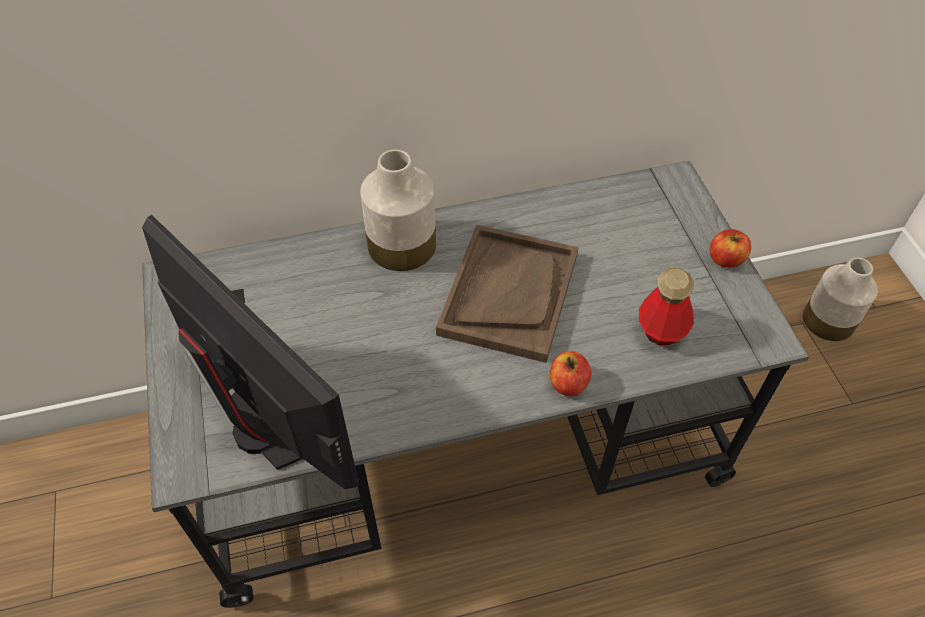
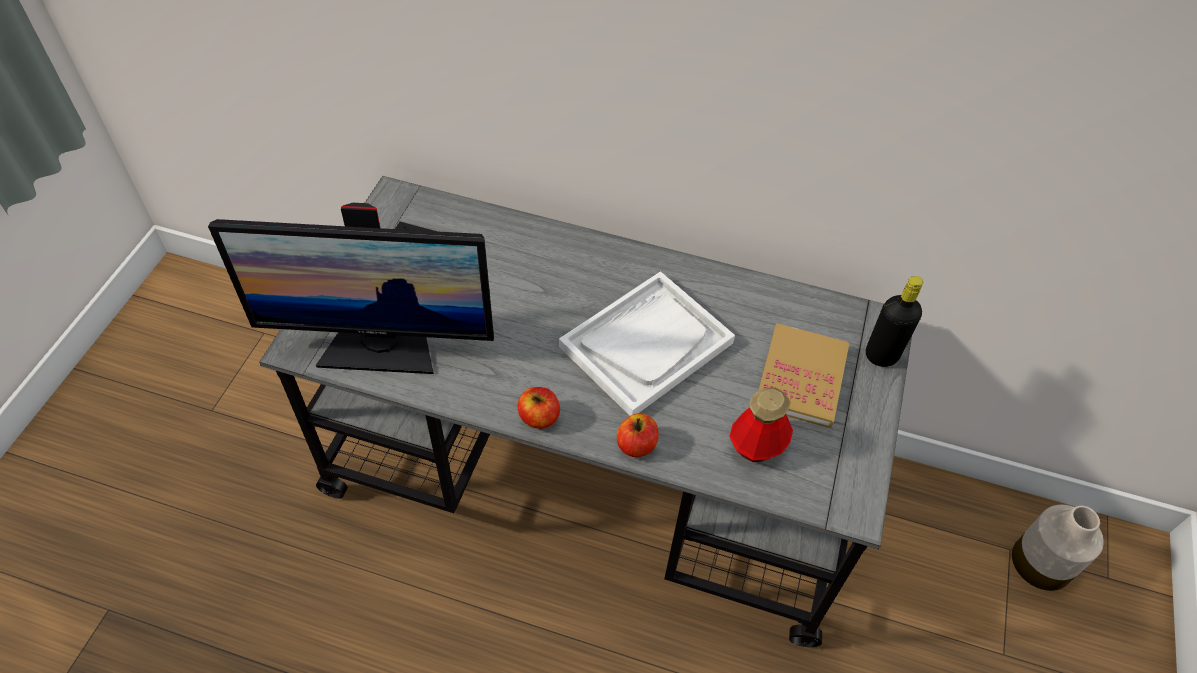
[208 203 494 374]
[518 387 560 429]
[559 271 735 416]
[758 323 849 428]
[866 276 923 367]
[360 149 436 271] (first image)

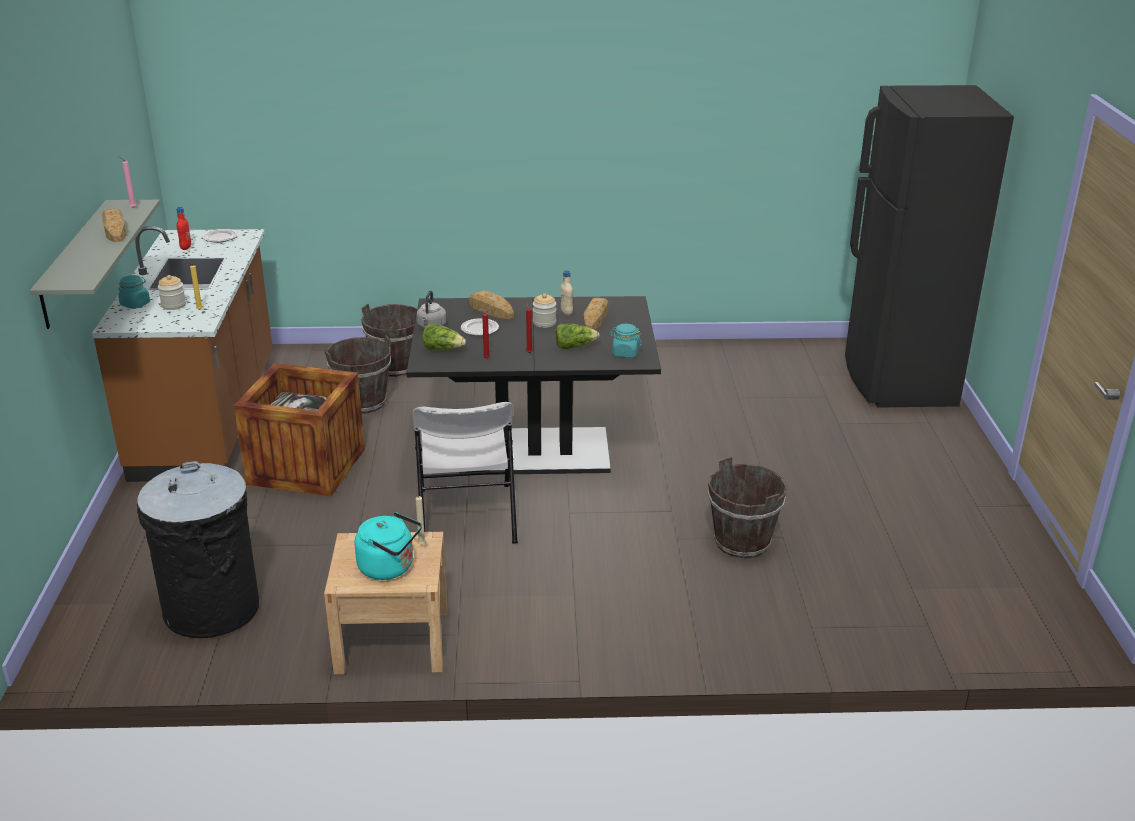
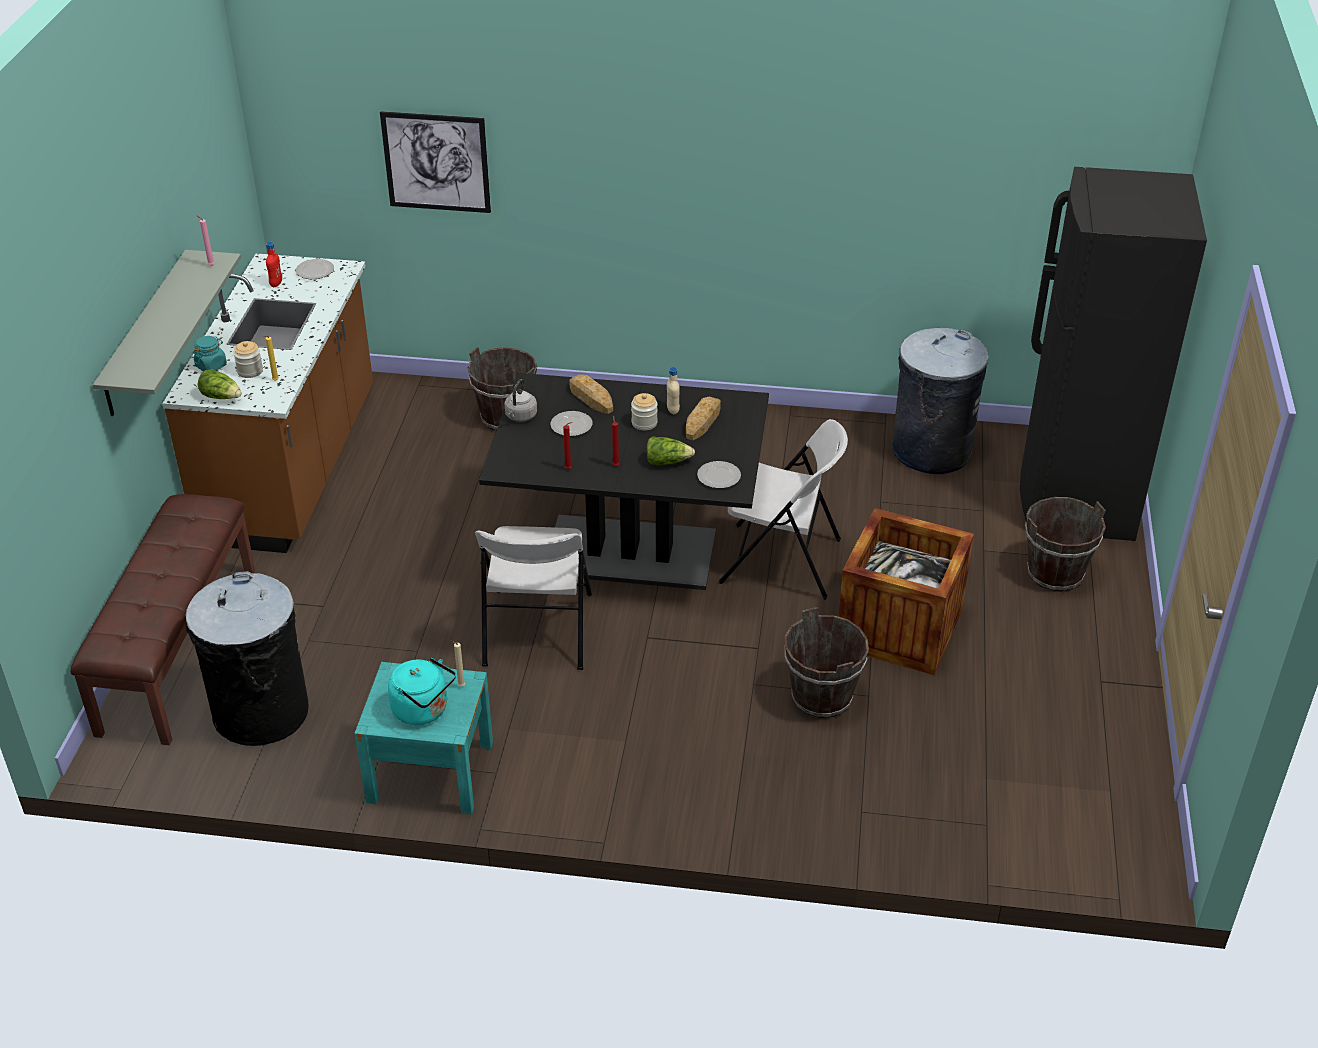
[70 494 255 745]
[198 369 242 399]
[354 662 493 814]
[380 111 491 213]
[697 461 741 488]
[719 419 848 600]
[838 508 974 675]
[892 328 988 474]
[1025 497 1106 592]
[102 209 127 242] (first image)

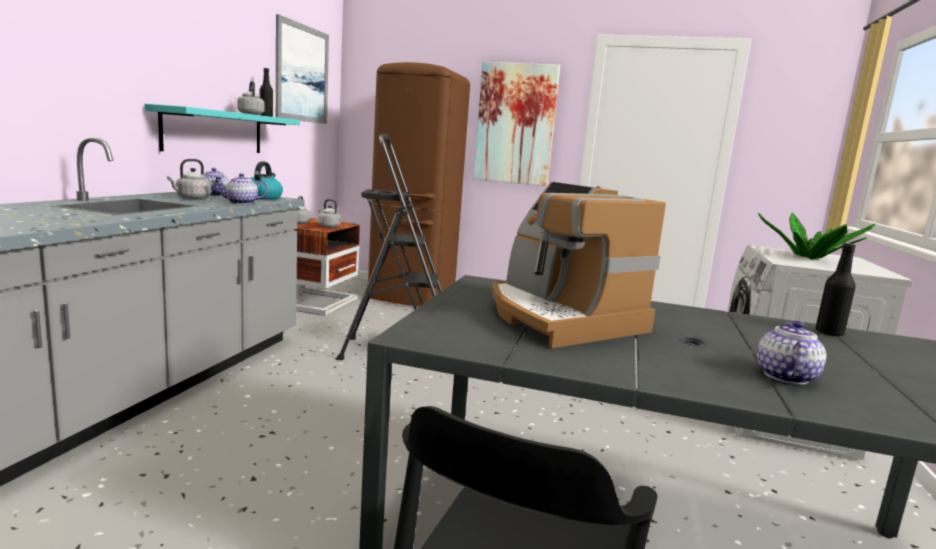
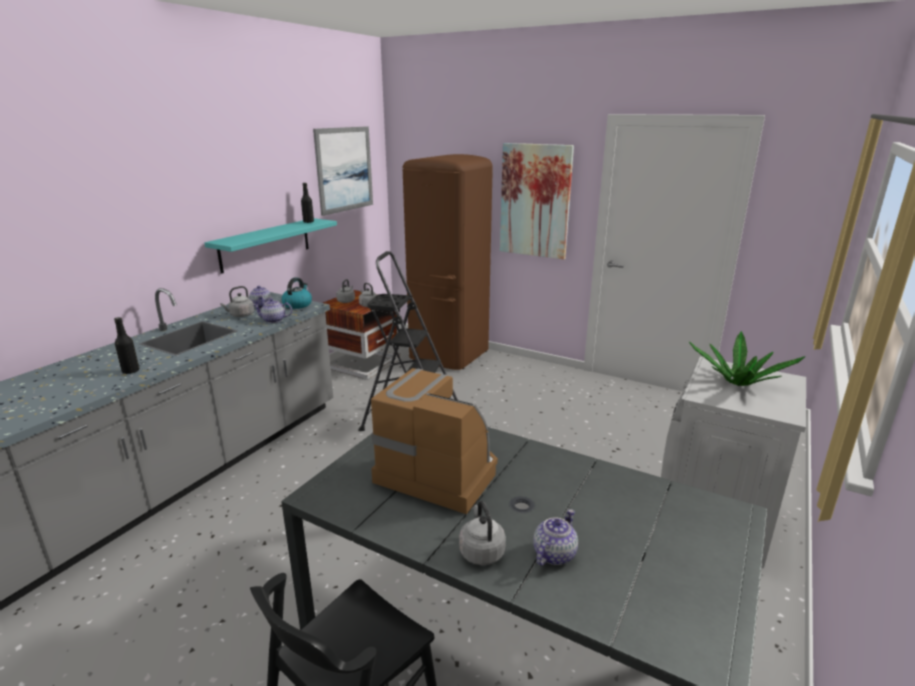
[114 317 140 374]
[371 368 498 514]
[459 501 506 565]

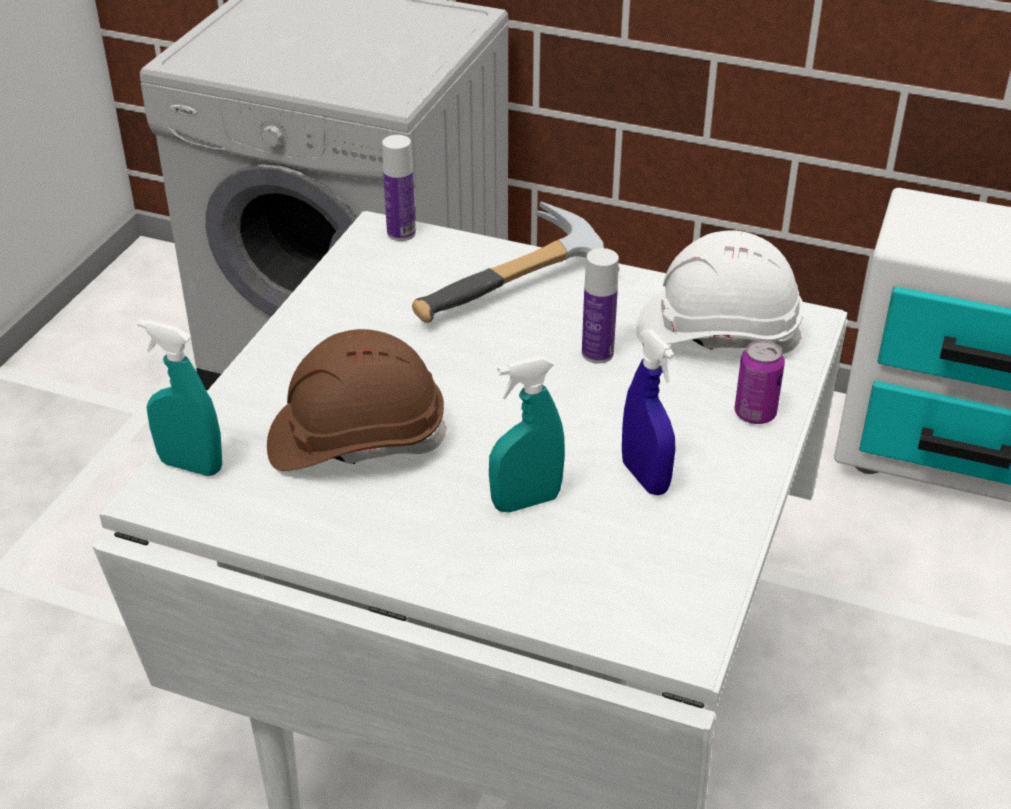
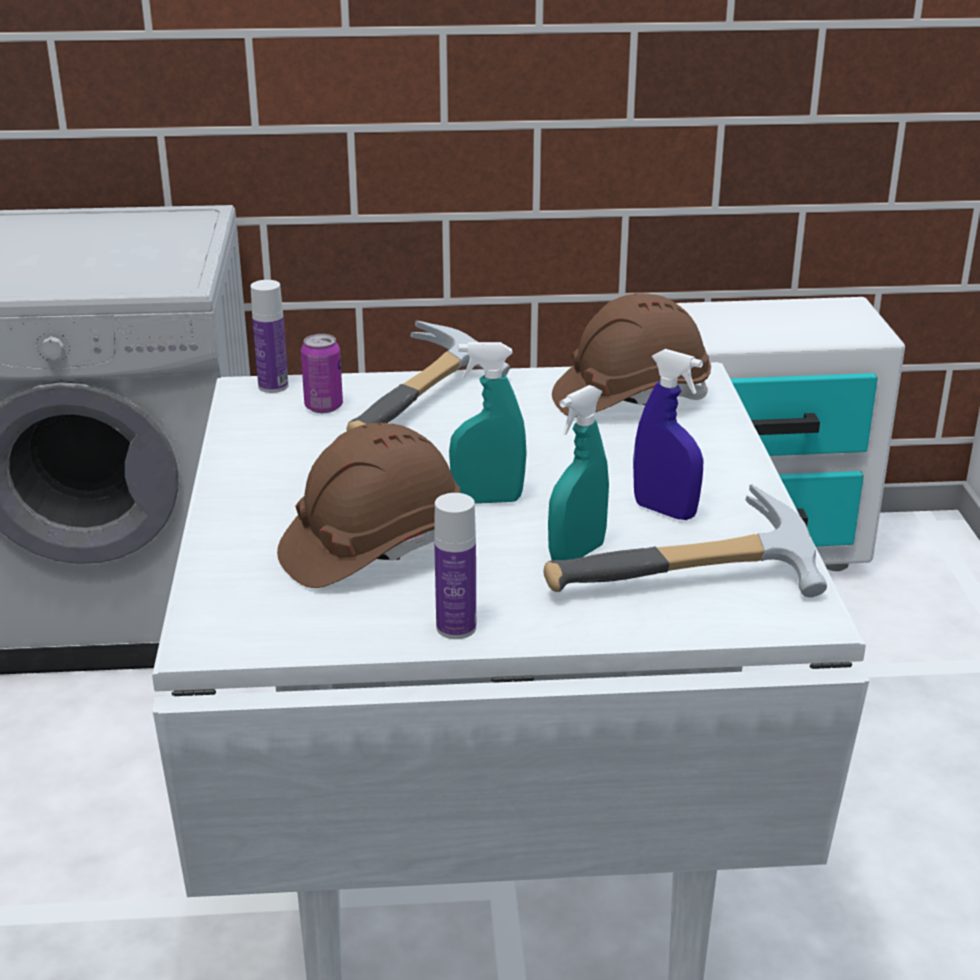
[301 334 343 413]
[434 493 476 639]
[449 342 527 504]
[544 484 827 597]
[552 293 711 417]

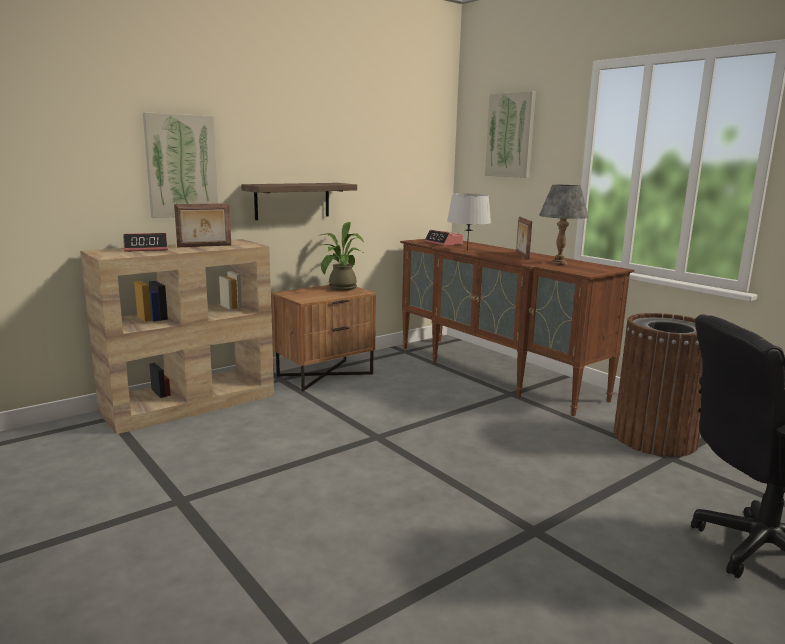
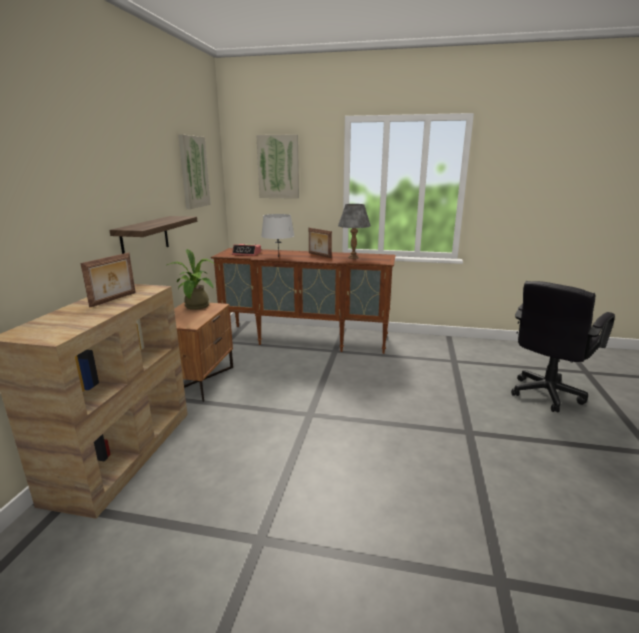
[178 134 211 209]
[123 233 168 252] (first image)
[614 313 703 457] (first image)

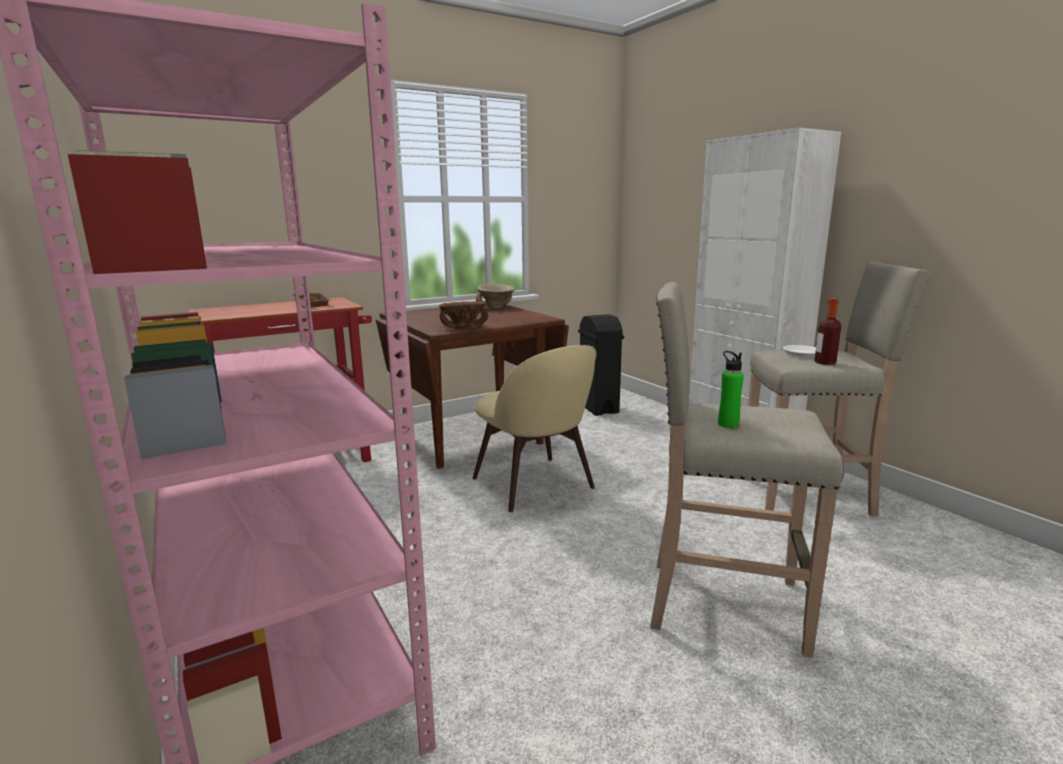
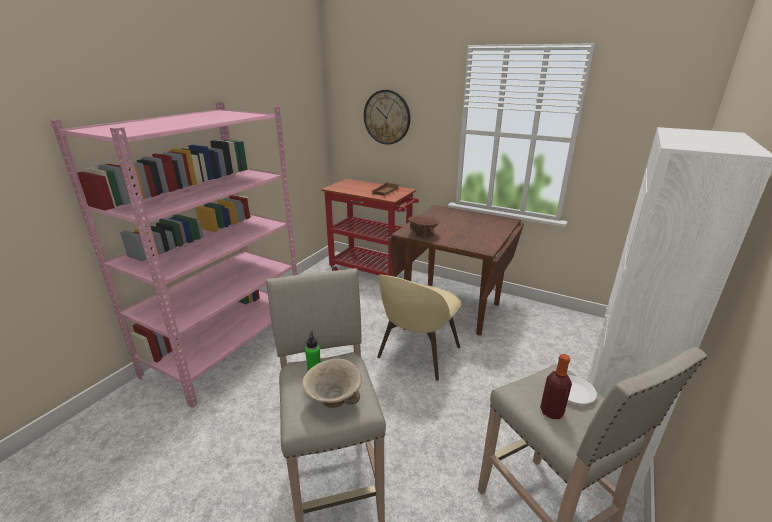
[302 359 361 408]
[364 90 410 145]
[578 314 624 416] (first image)

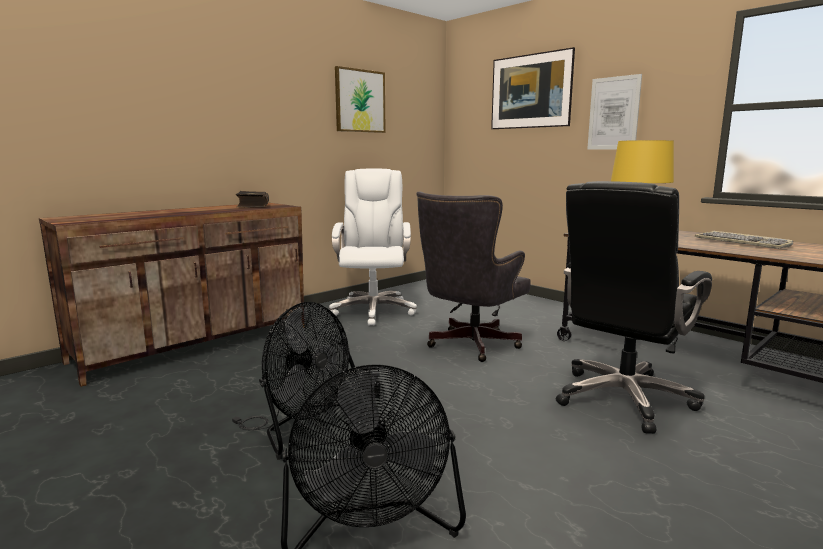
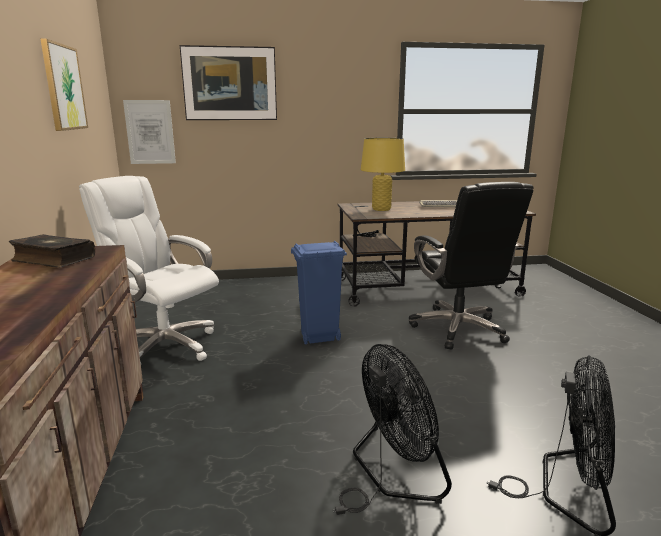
[123 100 176 164]
[291 241 347 345]

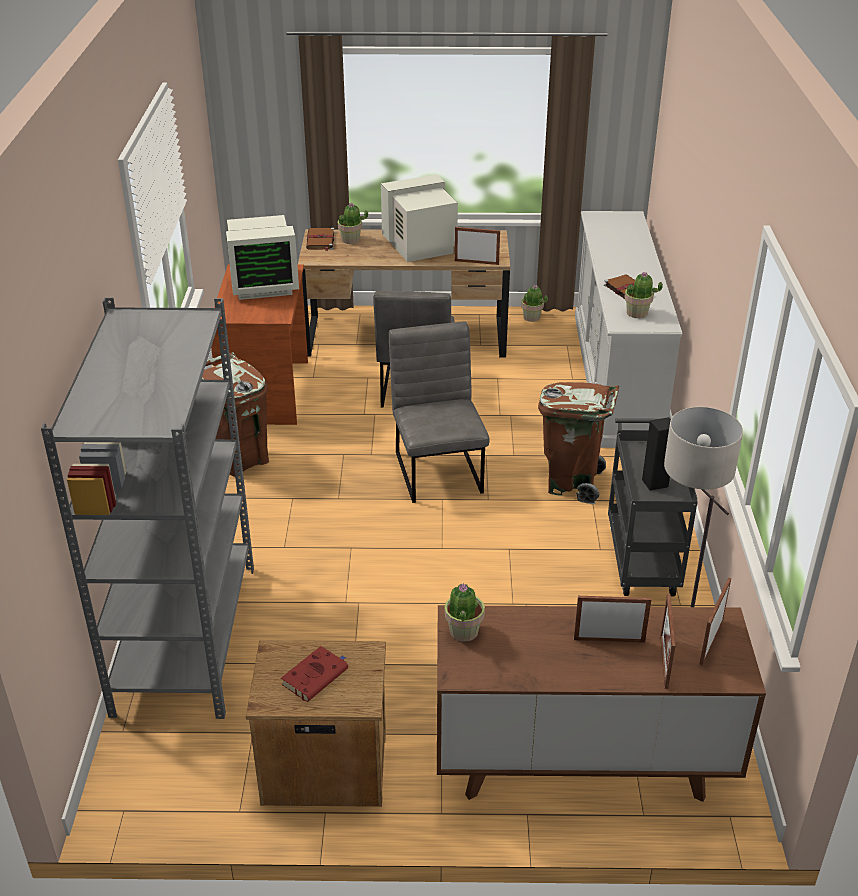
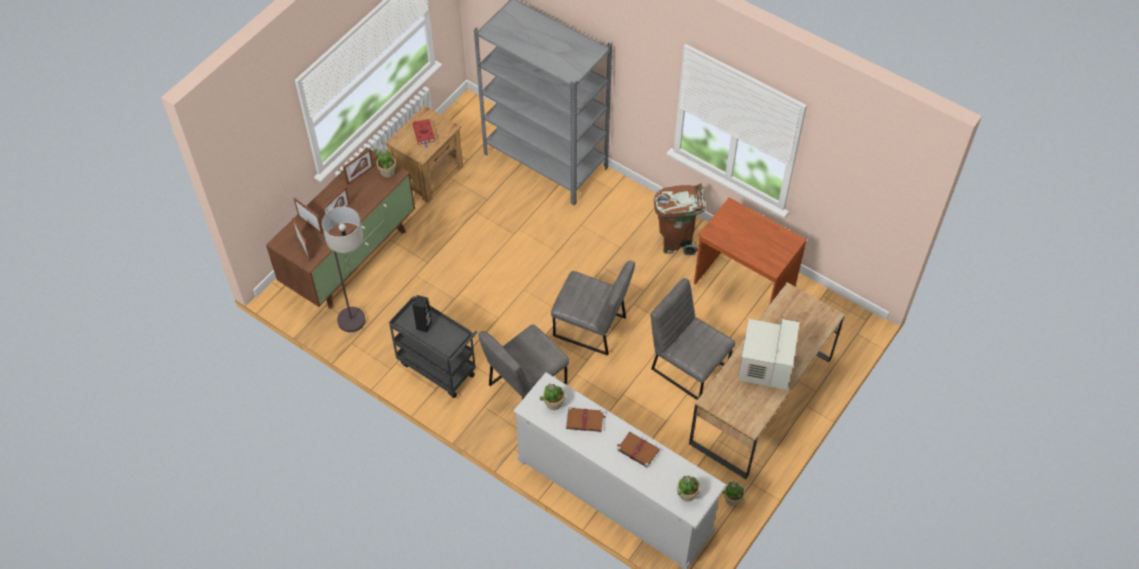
[343 148 374 185]
[478 324 569 400]
[616 432 660 468]
[677 476 700 502]
[226 215 299 300] (first image)

